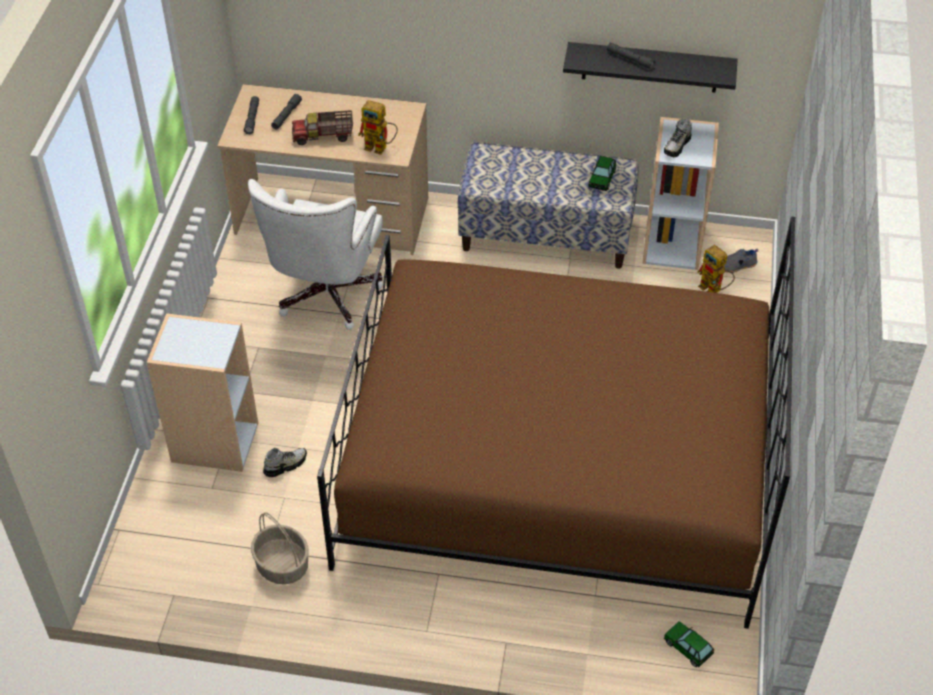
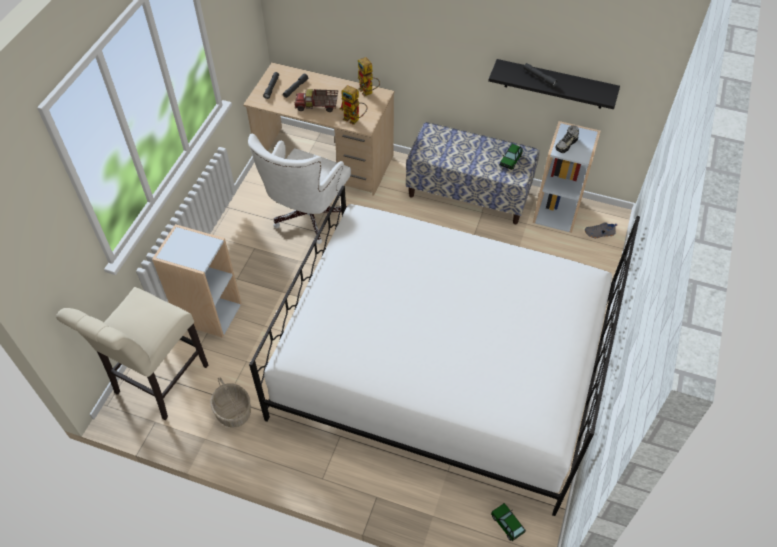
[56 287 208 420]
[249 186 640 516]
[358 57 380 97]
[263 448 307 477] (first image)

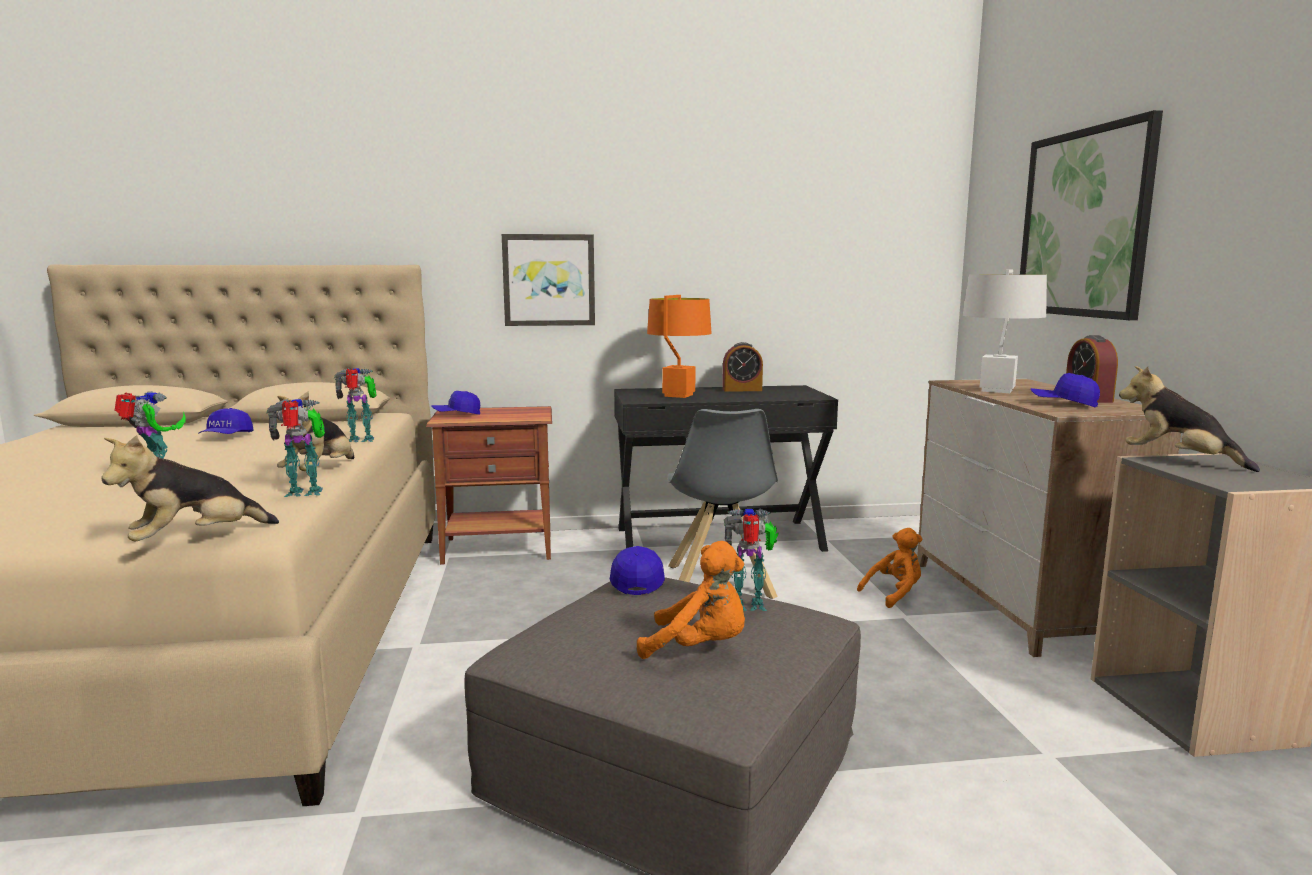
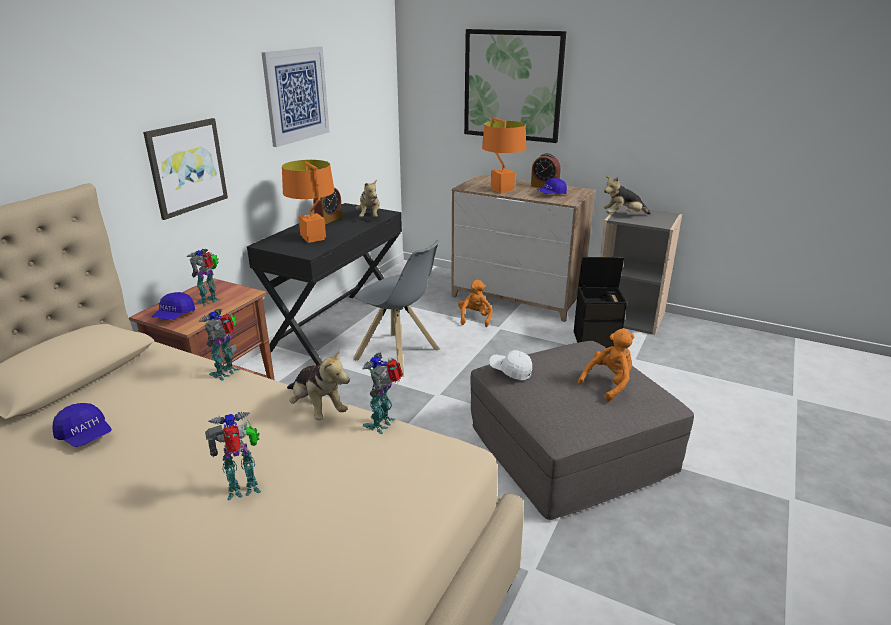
[186 249 220 307]
[261 47 330 147]
[356 179 380 217]
[482 117 526 193]
[489 350 532 380]
[574 257 627 348]

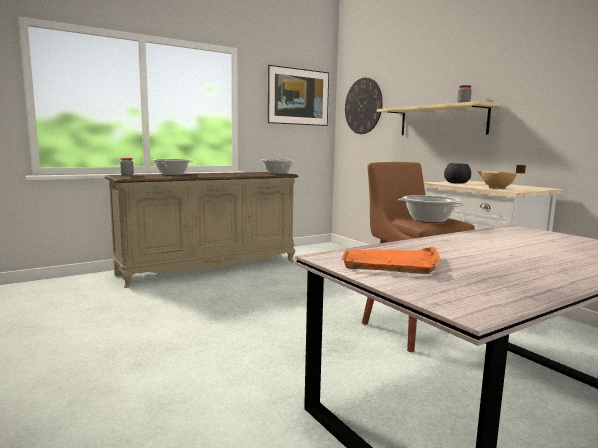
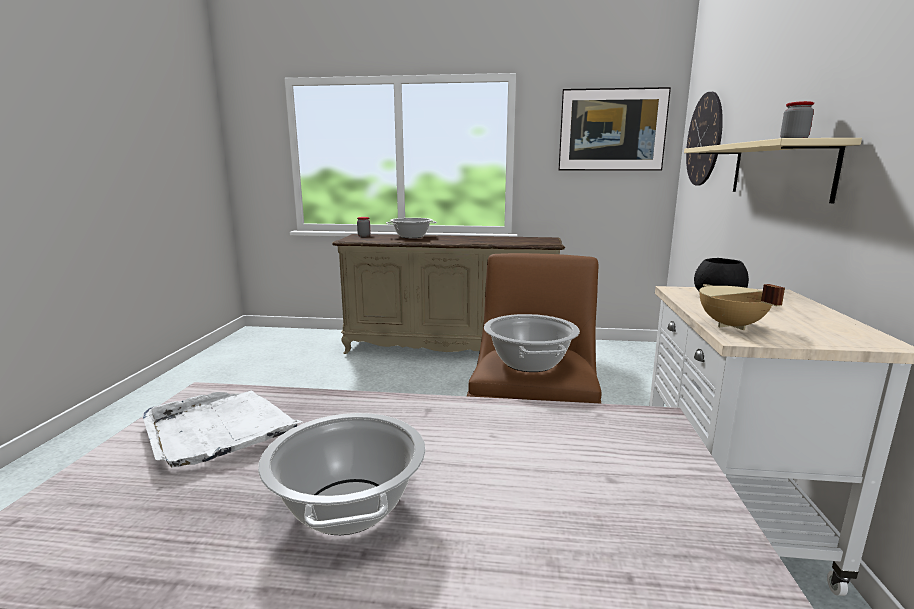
[142 391 302 468]
[258 413 426 535]

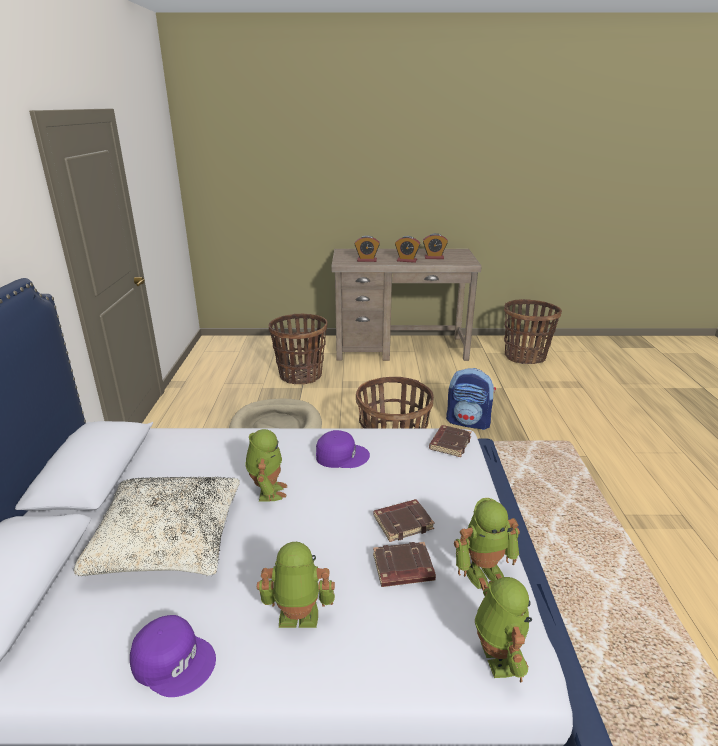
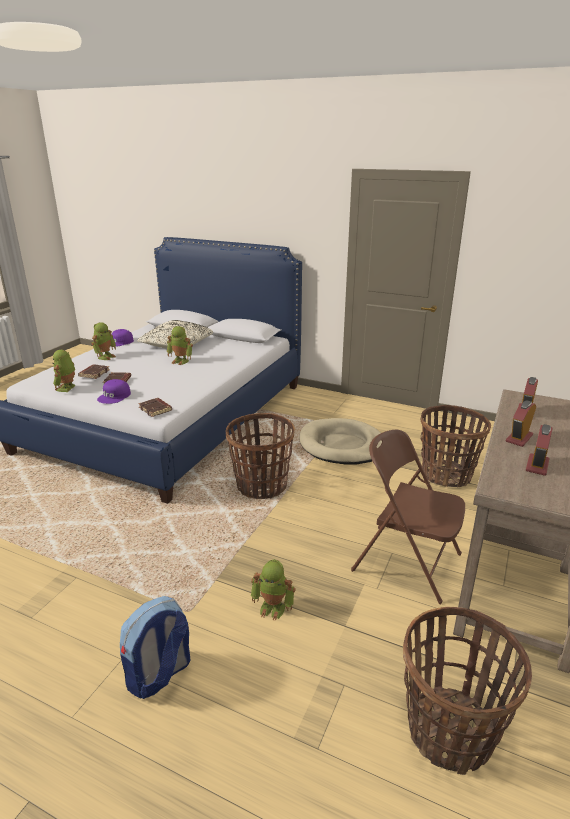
[97 379 131 404]
[120 596 191 699]
[251 559 296 621]
[351 430 465 605]

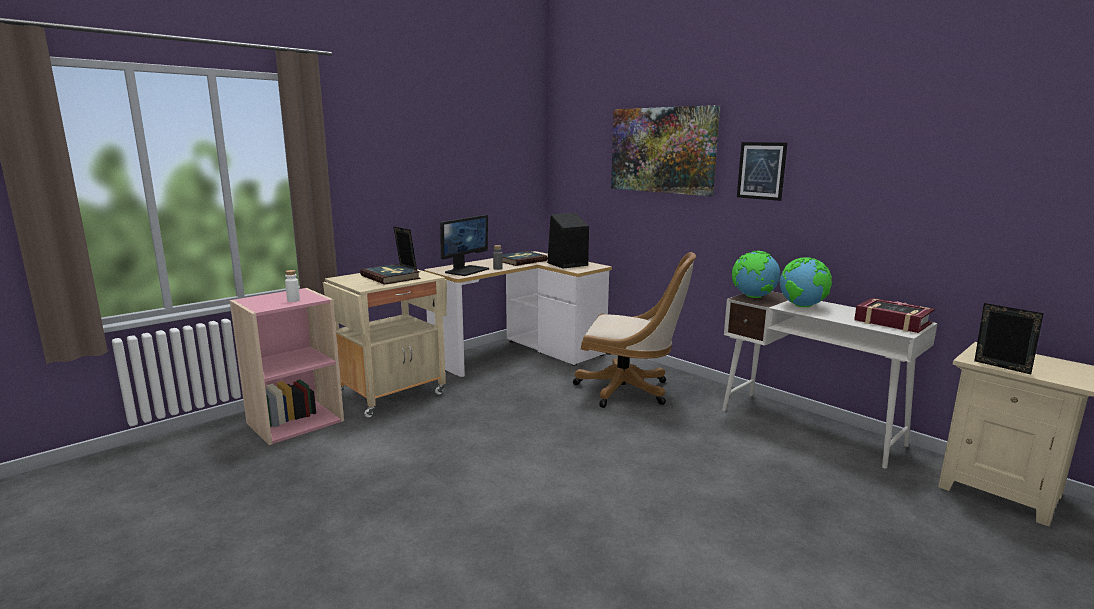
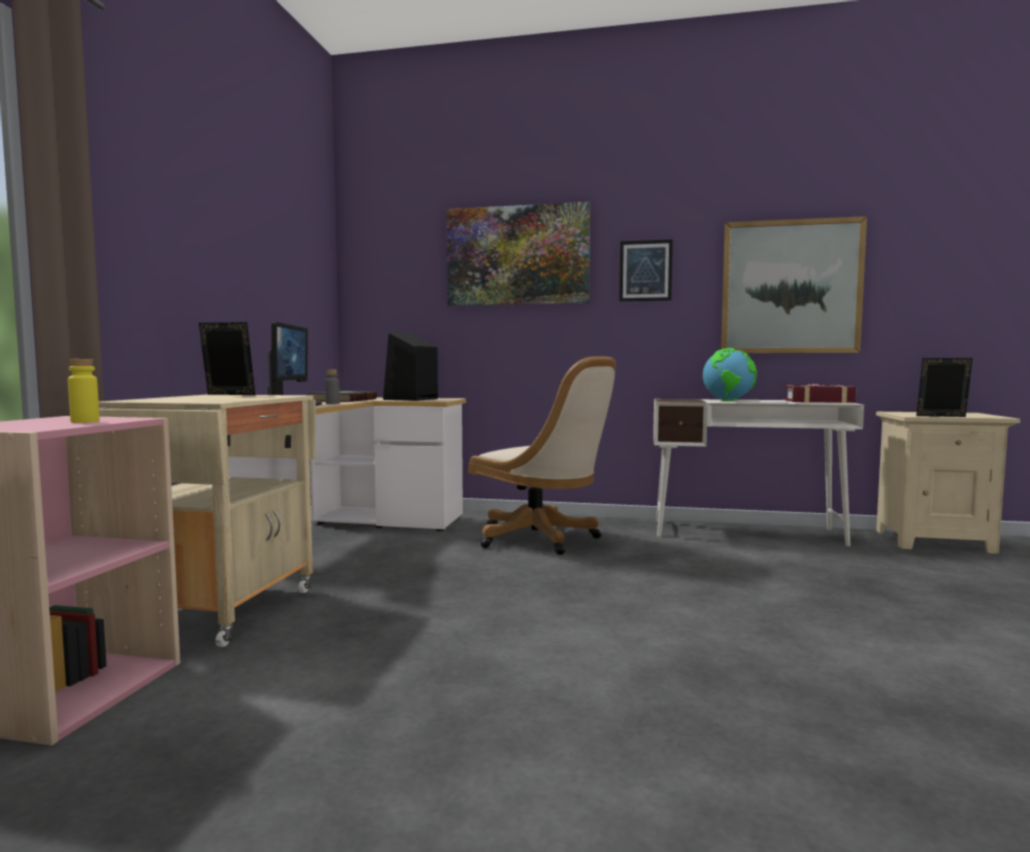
[68 359 99 423]
[468 356 616 555]
[721 216 867 353]
[360 264 421 285] (first image)
[732 251 780 298] (first image)

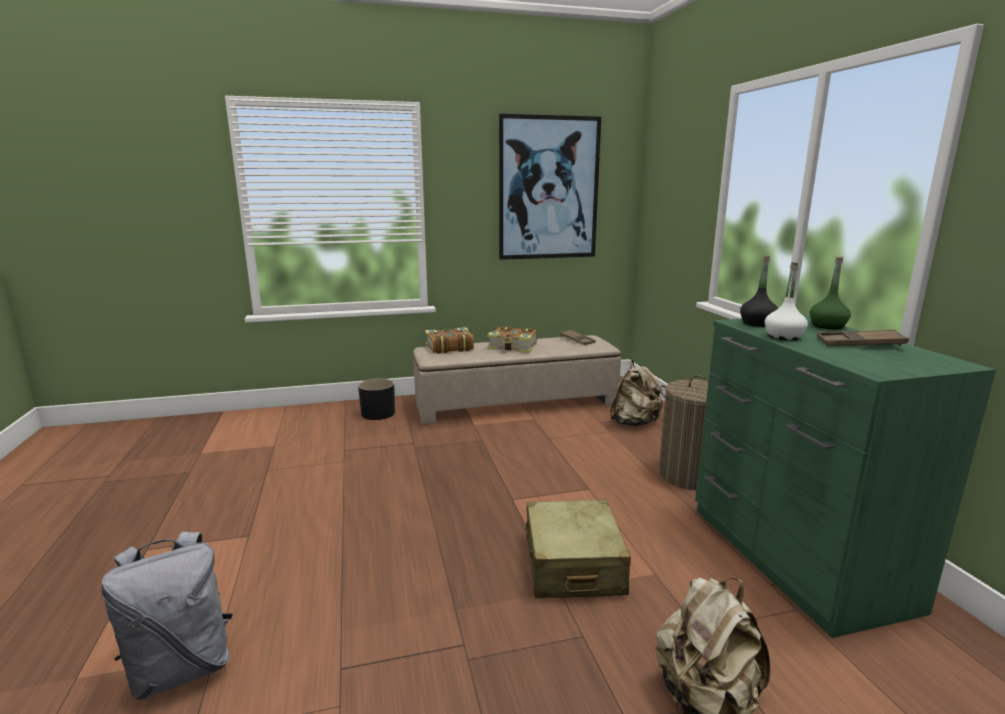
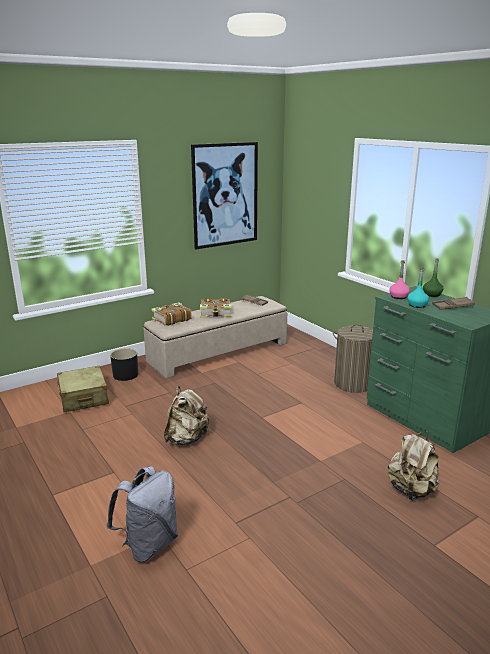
[57 366 109 412]
[164 386 209 446]
[389 260 410 299]
[407 267 429 308]

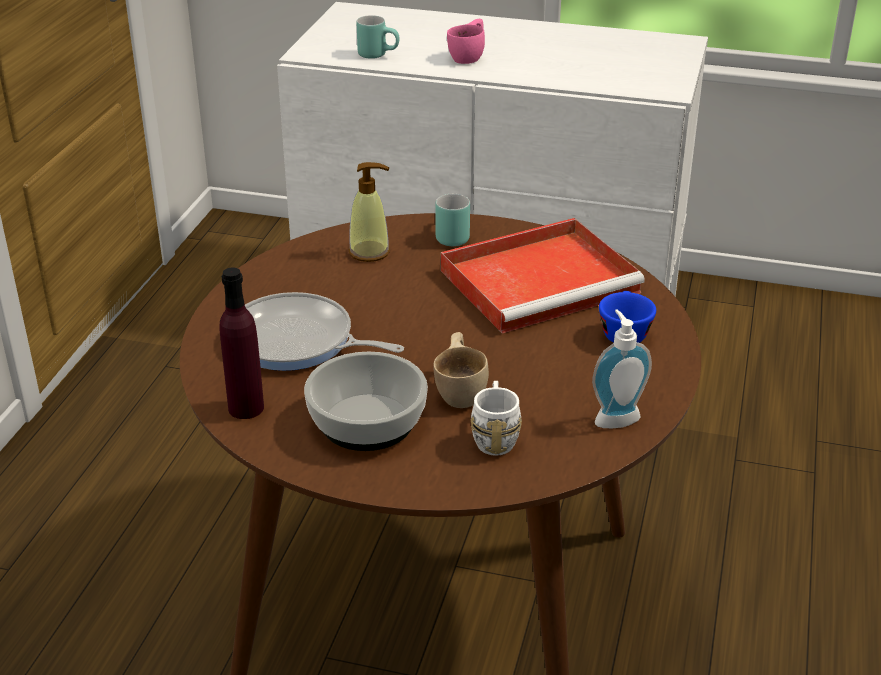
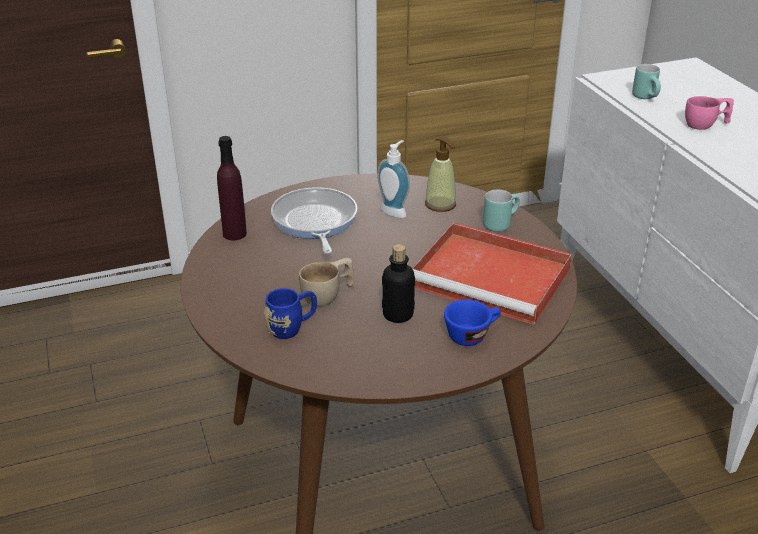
[264 288 317 339]
[377 140 410 218]
[382 244 415 323]
[304 352 428 451] (first image)

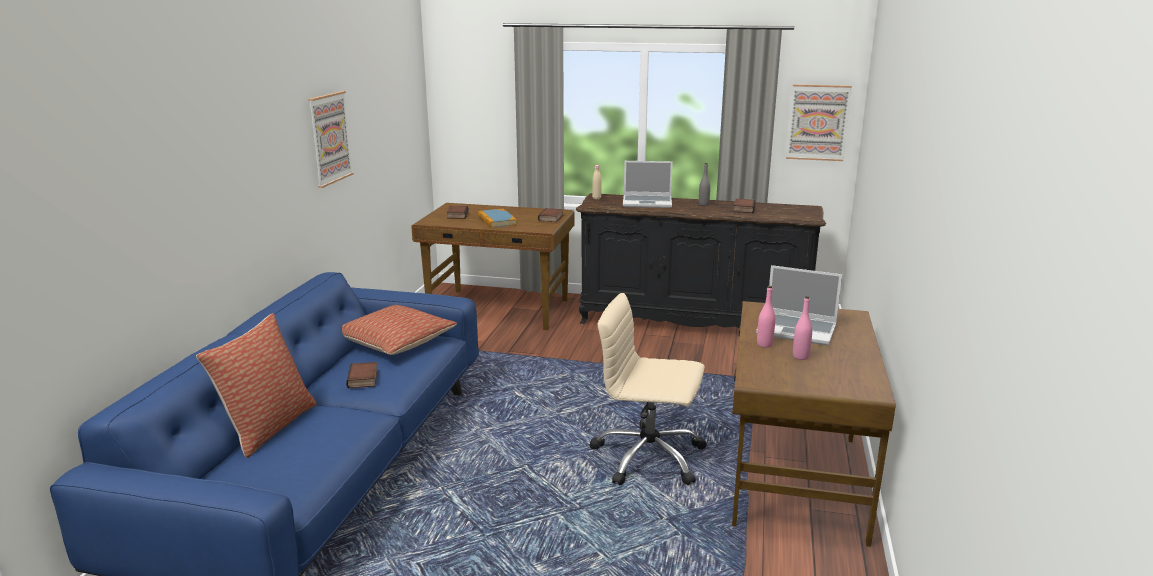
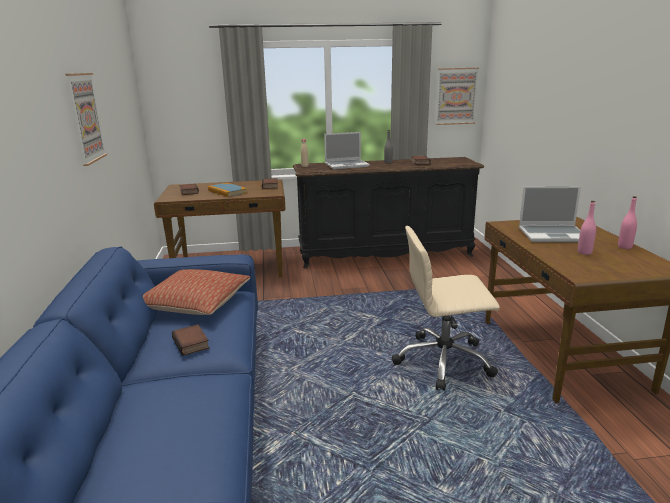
[618 196 637 249]
[196 313 316 458] (first image)

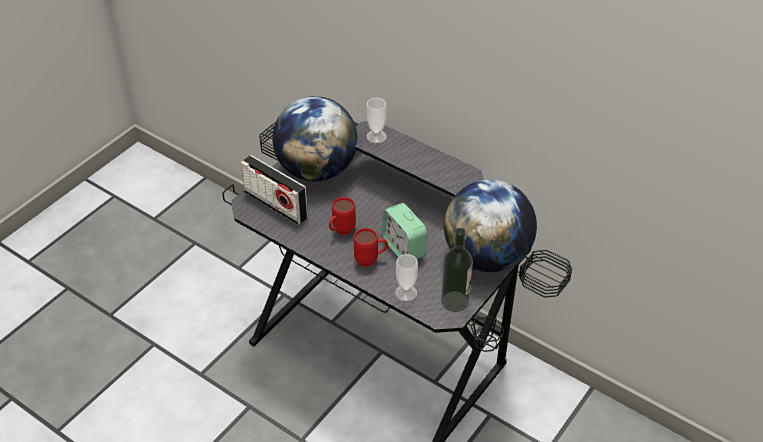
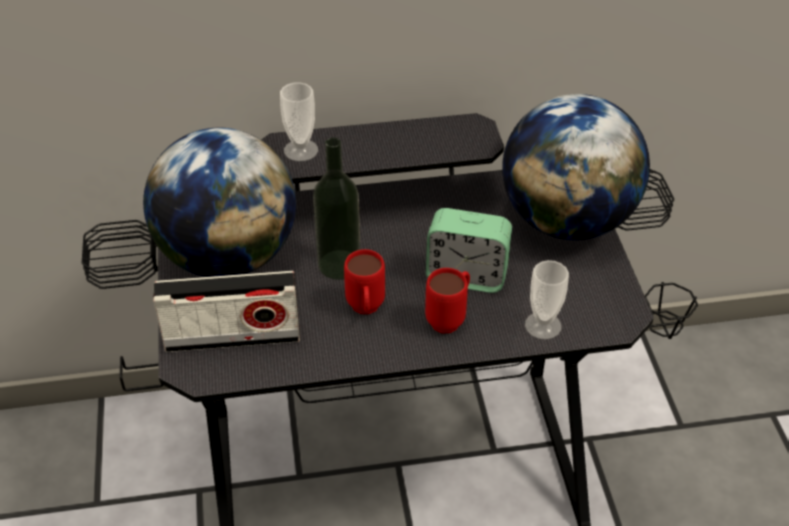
[313 137 360 280]

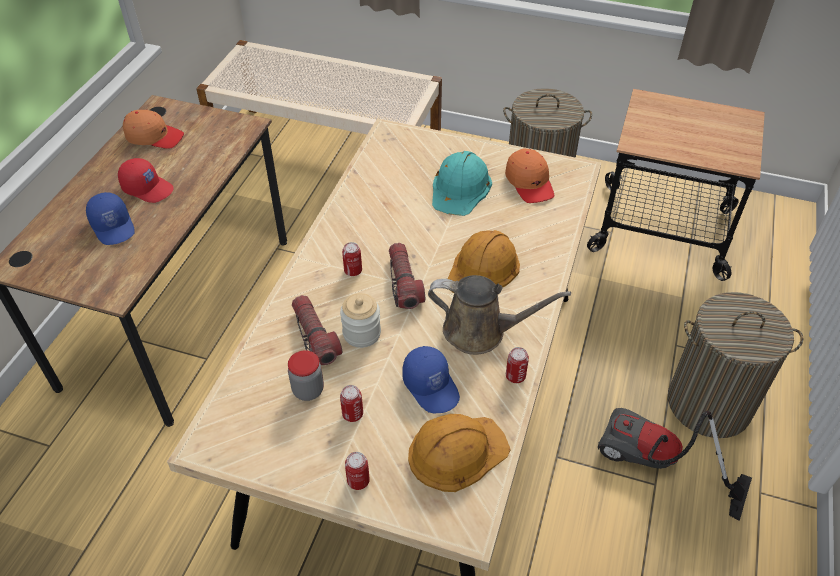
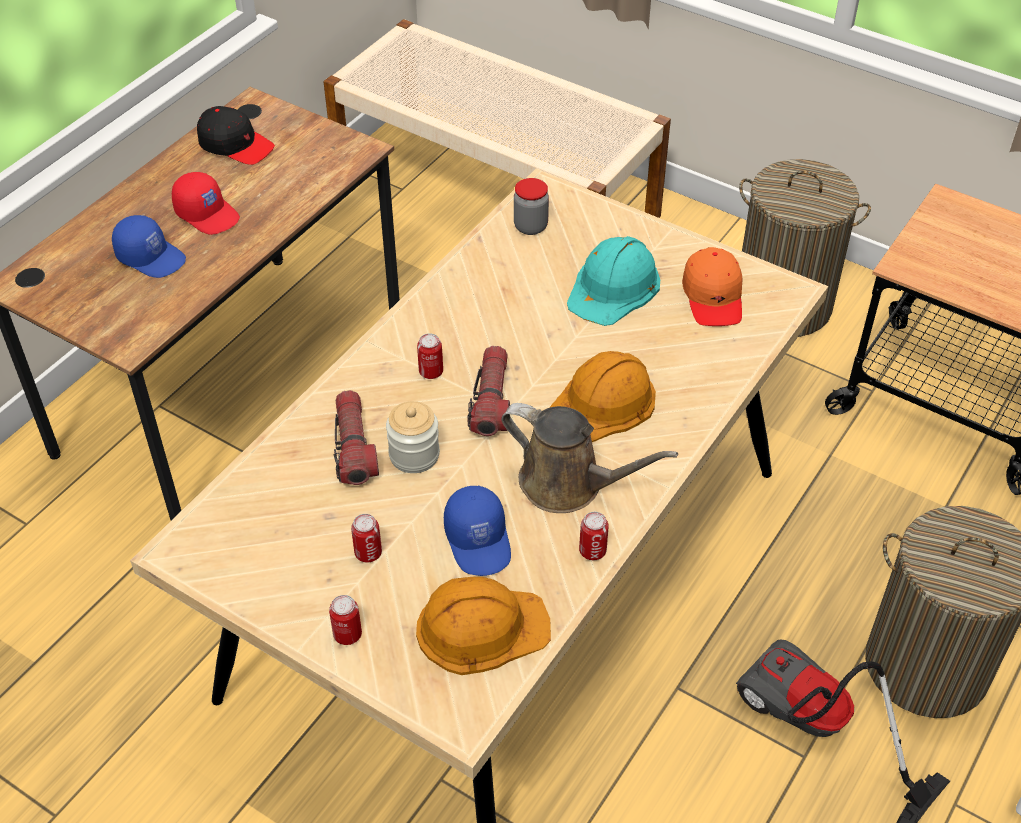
[112 215 186 278]
[197 106 275 165]
[514 178 549 235]

